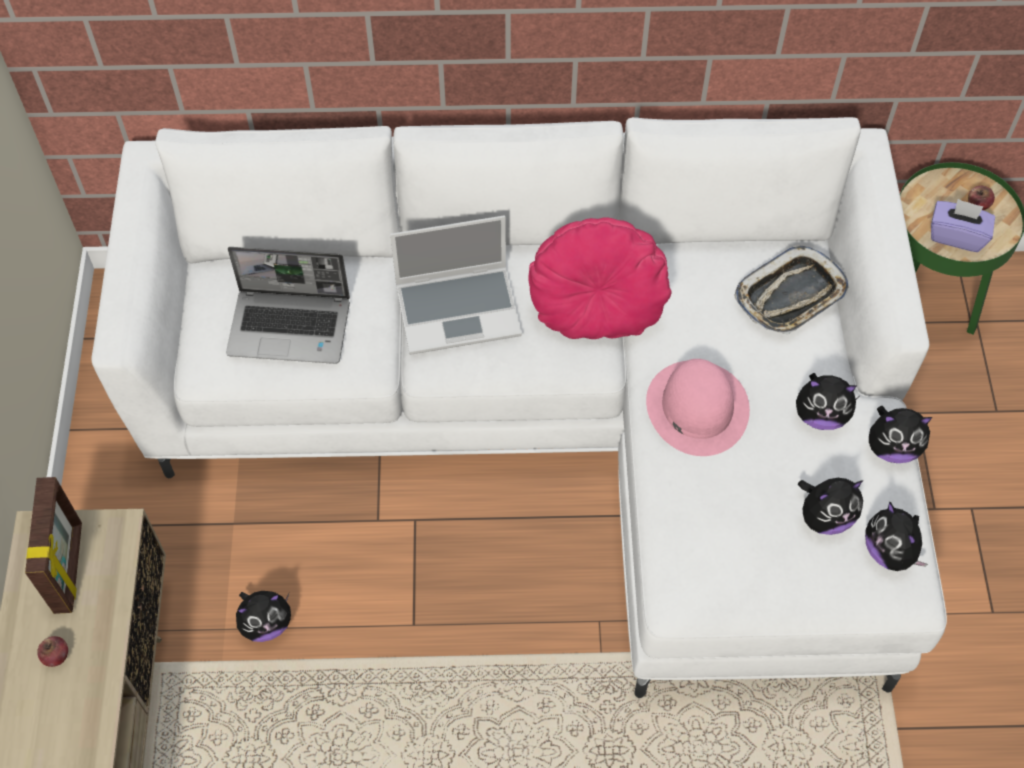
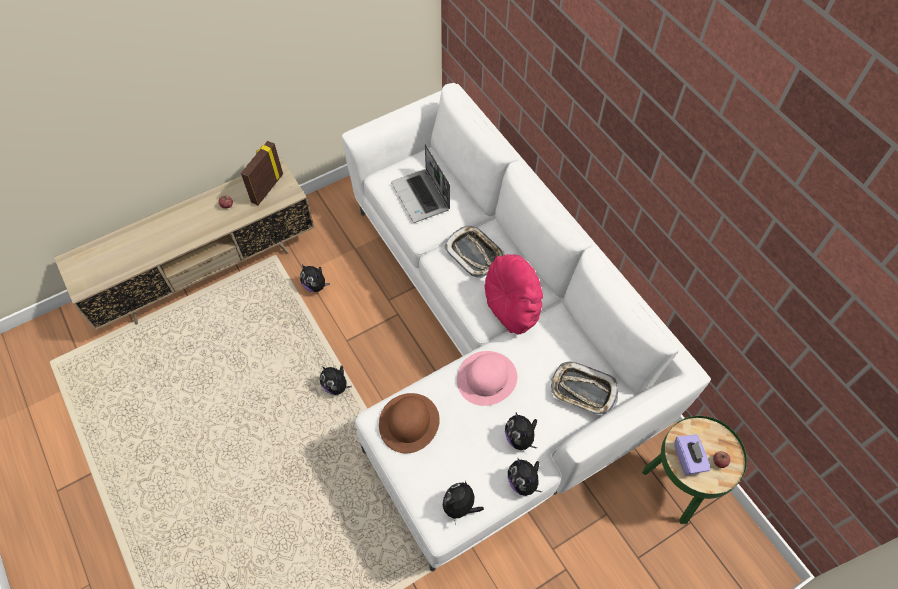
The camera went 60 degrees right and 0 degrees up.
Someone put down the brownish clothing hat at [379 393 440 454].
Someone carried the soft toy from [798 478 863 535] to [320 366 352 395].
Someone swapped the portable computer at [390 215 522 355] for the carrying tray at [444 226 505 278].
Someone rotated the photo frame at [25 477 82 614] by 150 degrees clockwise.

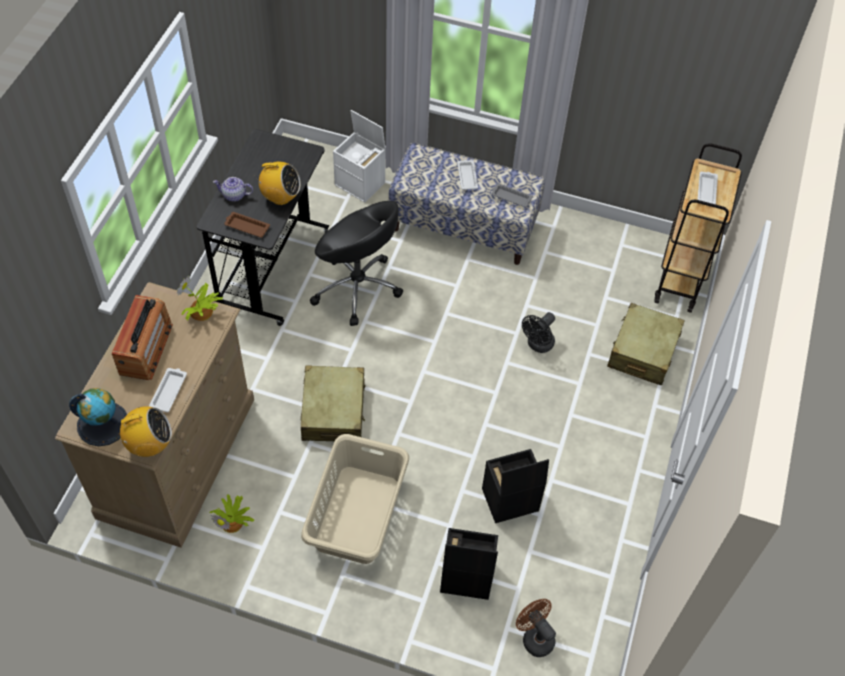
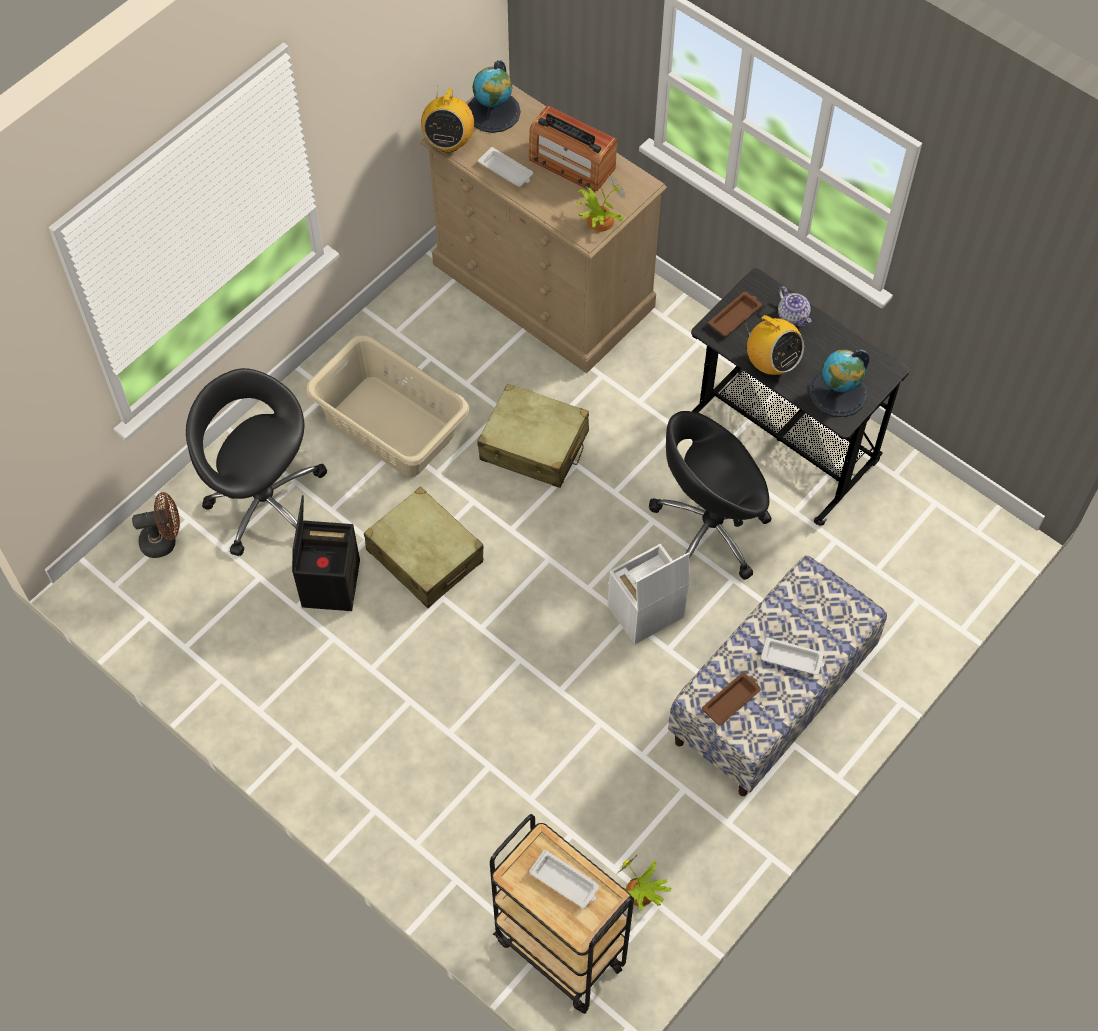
The camera went 115 degrees right and 5 degrees up.
Someone took away the black electric fan at [522 312 555 353].
Someone put down the globe at [809 349 870 417].
Someone carried the potted plant from [209 495 254 533] to [618 853 672 911].
Someone carried the white-coloured storage box from [333 110 385 203] to [608 544 689 645].
Someone carried the sand-coloured suitcase from [607 303 685 386] to [364 487 484 608].
Someone swapped the black storage box at [440 528 498 600] for the black office chair at [186 368 327 556].
Someone repainted the gray carrying tray at [491 183 533 207], which became the brownish carrying tray at [702 672 761 726].
Someone rotated the pot for tea at [213 177 253 202] by 120 degrees clockwise.
Someone rotated the radio set at [254 162 301 205] by 75 degrees counterclockwise.

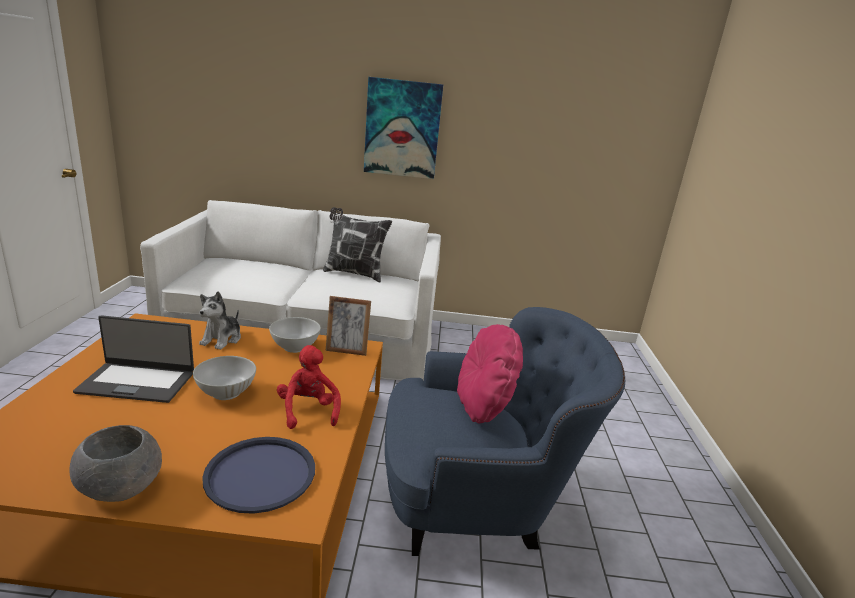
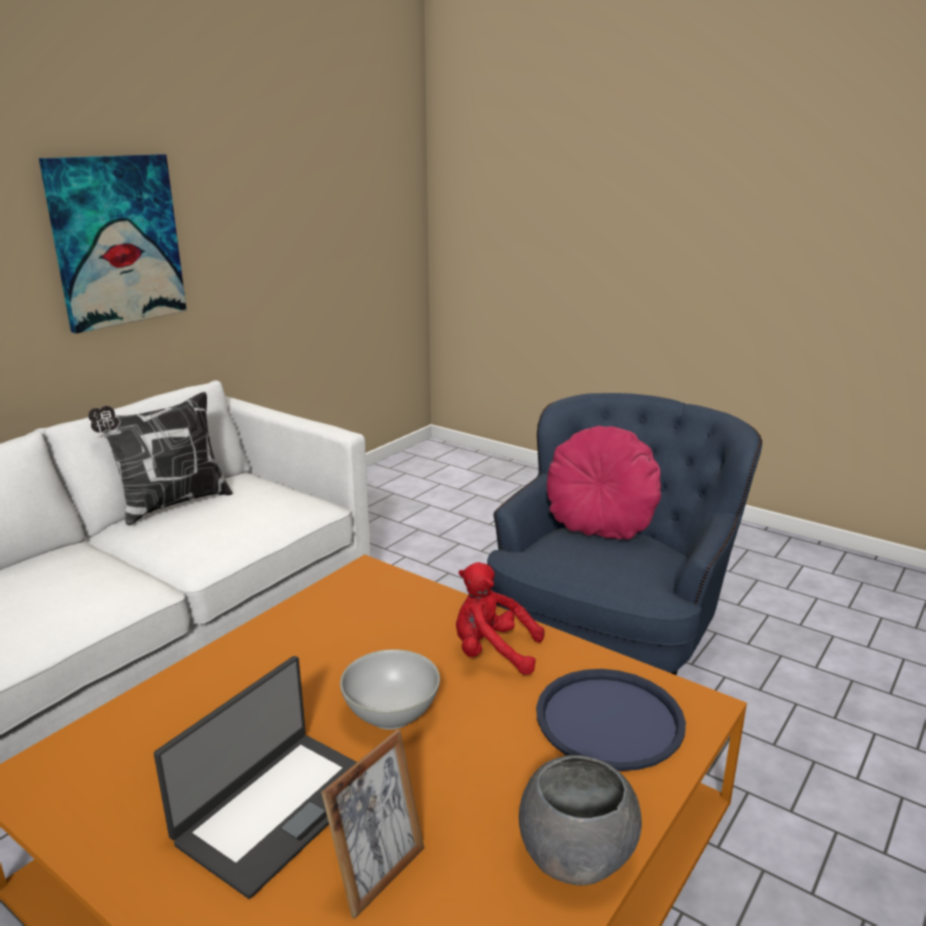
The camera went 55 degrees left and 0 degrees up.
Someone took away the soft toy at [199 291 241 350].
Someone took away the white-coloured deep dish at [269 317 321 353].
Someone carried the photo frame from [326 296 371 356] to [321 729 424 919].

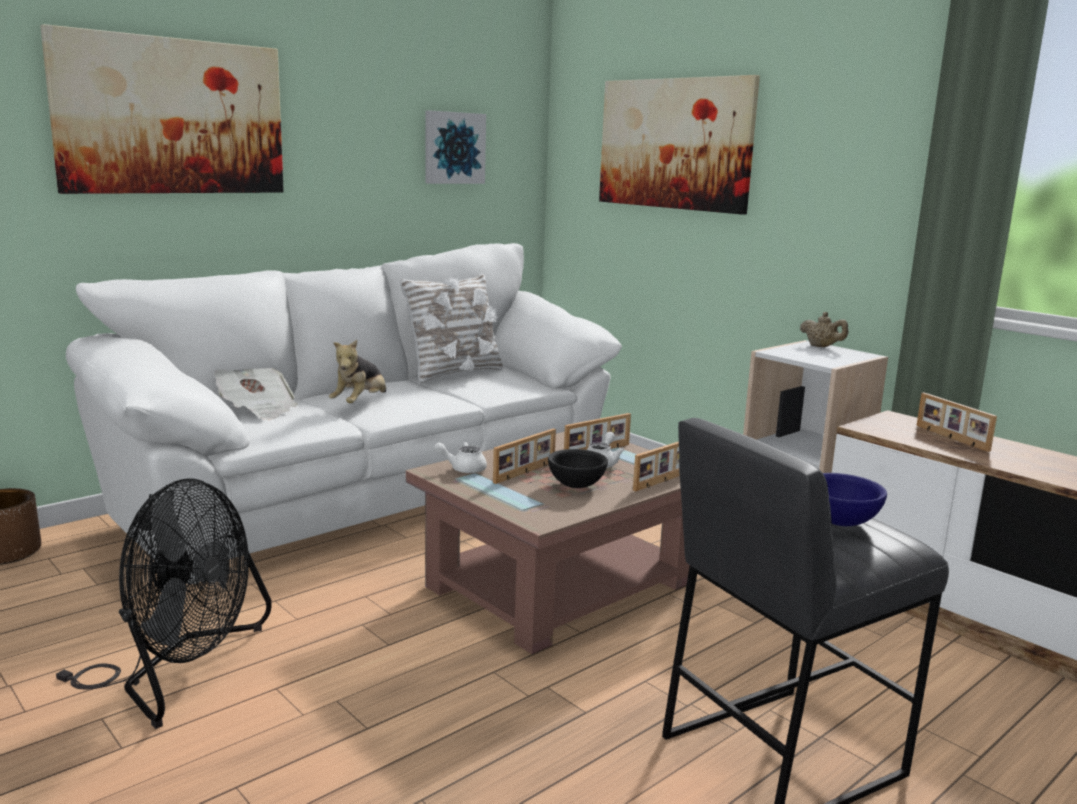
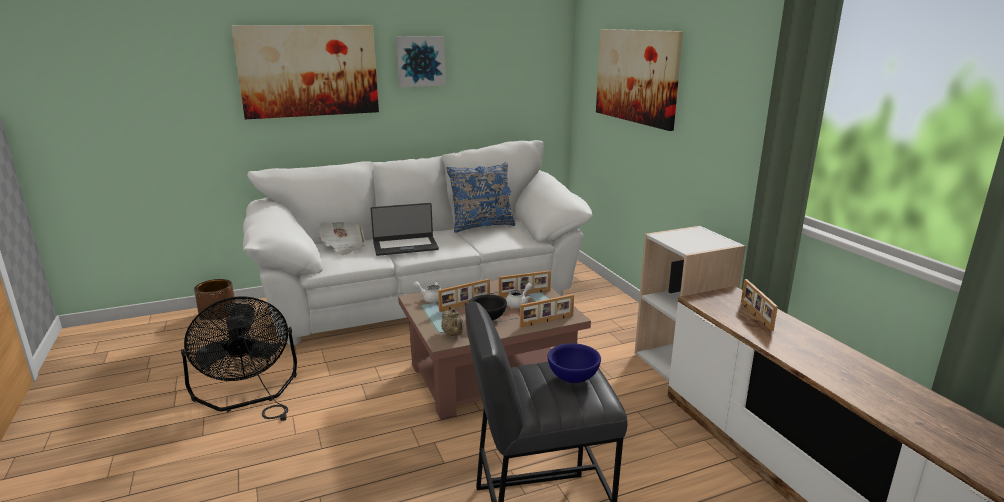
The camera went 20 degrees right and 5 degrees up.
Someone carried the wall picture from [426 111 486 184] to [396 36 446 87].
Someone carried the sand-coloured pot for tea from [800 312 849 347] to [441 308 464 336].
Someone swapped the soft toy at [329 340 386 403] for the portable computer at [371 203 439 256].
Someone repainted the white-coloured throw pillow at [400 274 503 383], which became the bluish throw pillow at [447 162 515 233].
Someone rotated the black electric fan at [56 479 272 729] by 150 degrees counterclockwise.

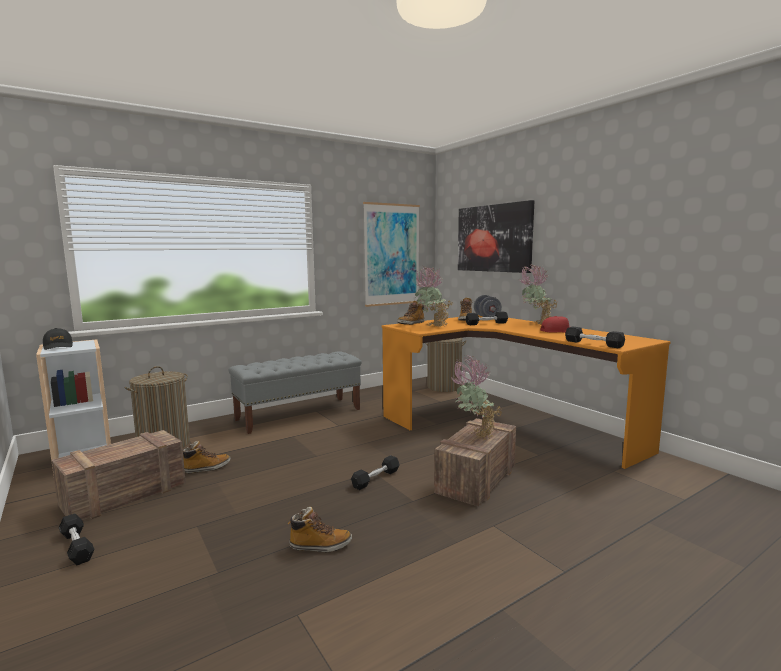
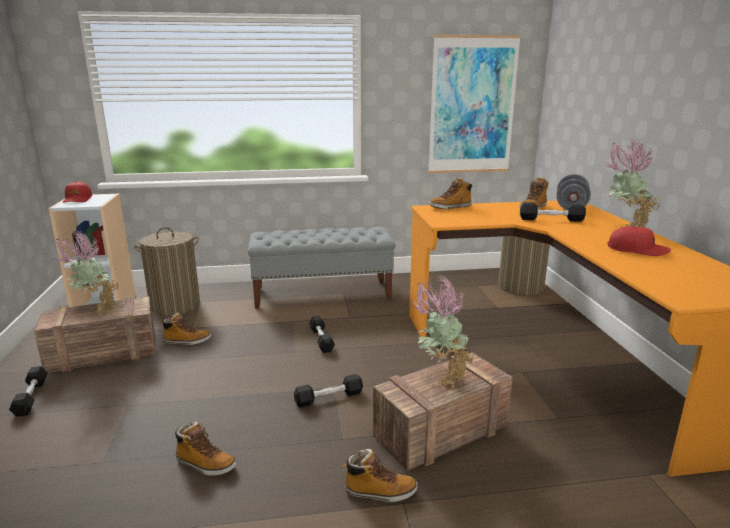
The camera went 25 degrees right and 10 degrees up.
Someone took away the wall picture at [458 200 534 273].
Someone put down the high-top boot at [343 449 418 502].
Someone carried the potted plant from [415 265 453 327] to [54 230 118 316].
Someone carried the black free weight from [565 327 625 348] to [309 316 335 353].
Someone repainted the black baseball cap at [43 328 73 350], which became the red baseball cap at [62 181 92 203].

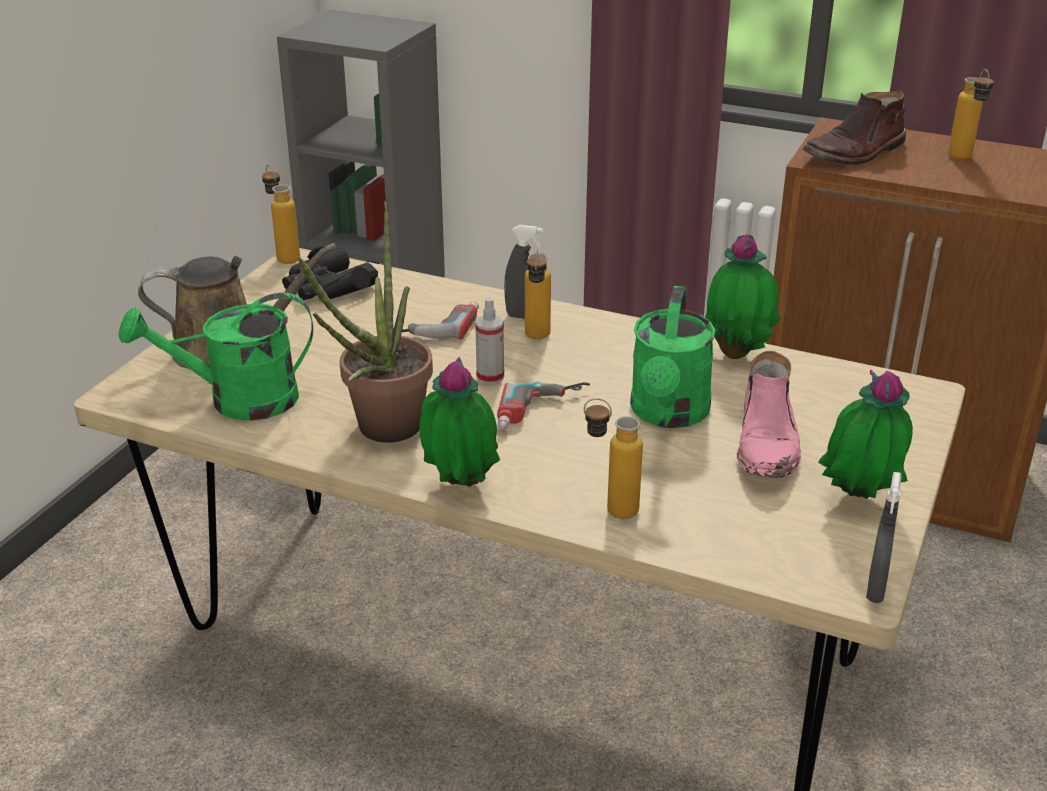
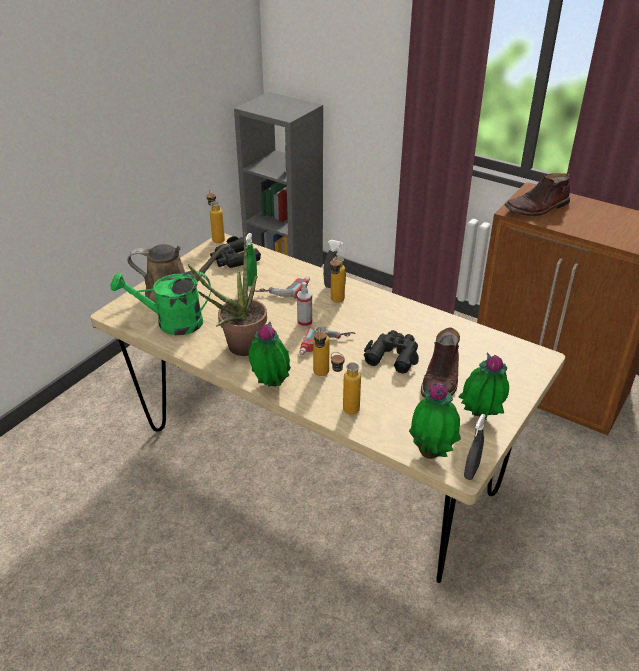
The camera went 10 degrees right and 5 degrees up.
Someone put down the green hand sprayer at [246 233 257 286].
Someone carried the potted plant from [705 234 780 359] to [409 383 461 459].
Someone carried the bottle from [948 69 994 159] to [313 326 330 376].
Someone swapped the green sprinkling can at [630 286 715 428] for the black field glasses at [364 330 419 374].
Someone repainted the pink high-top boot at [737 350 801 478], which became the brownish high-top boot at [421 328 460 398].

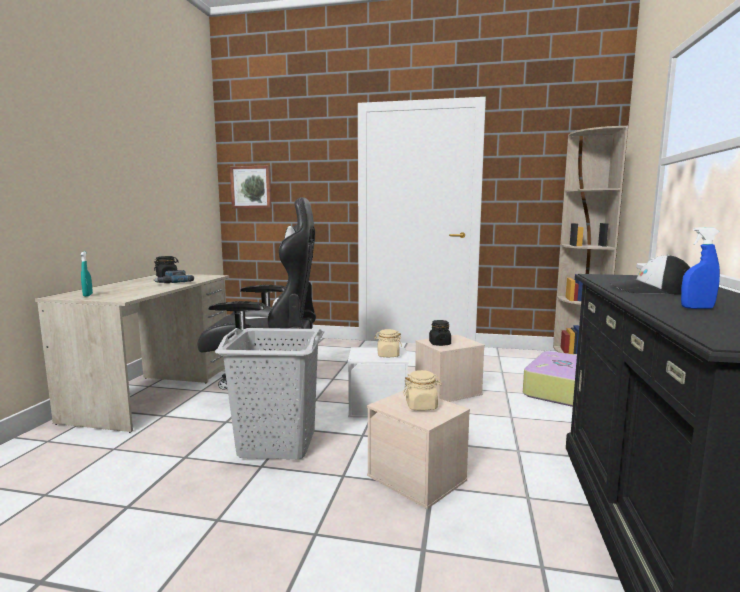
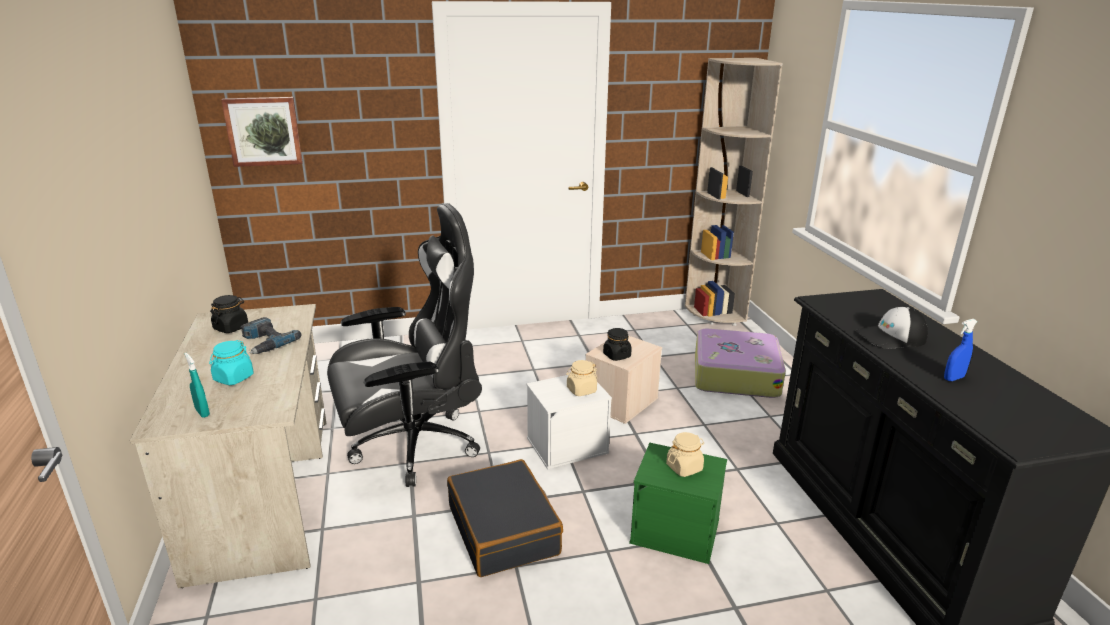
The camera went 25 degrees left and 15 degrees up.
Someone put down the turquoise-coloured storage jar at [209 340 254 385].
Someone swapped the gray hamper at [215 328 324 459] for the black suitcase at [447 459 563 577].
Someone repainted the sand-coloured storage box at [367 390 470 509], which became the green storage box at [629 443 727 564].

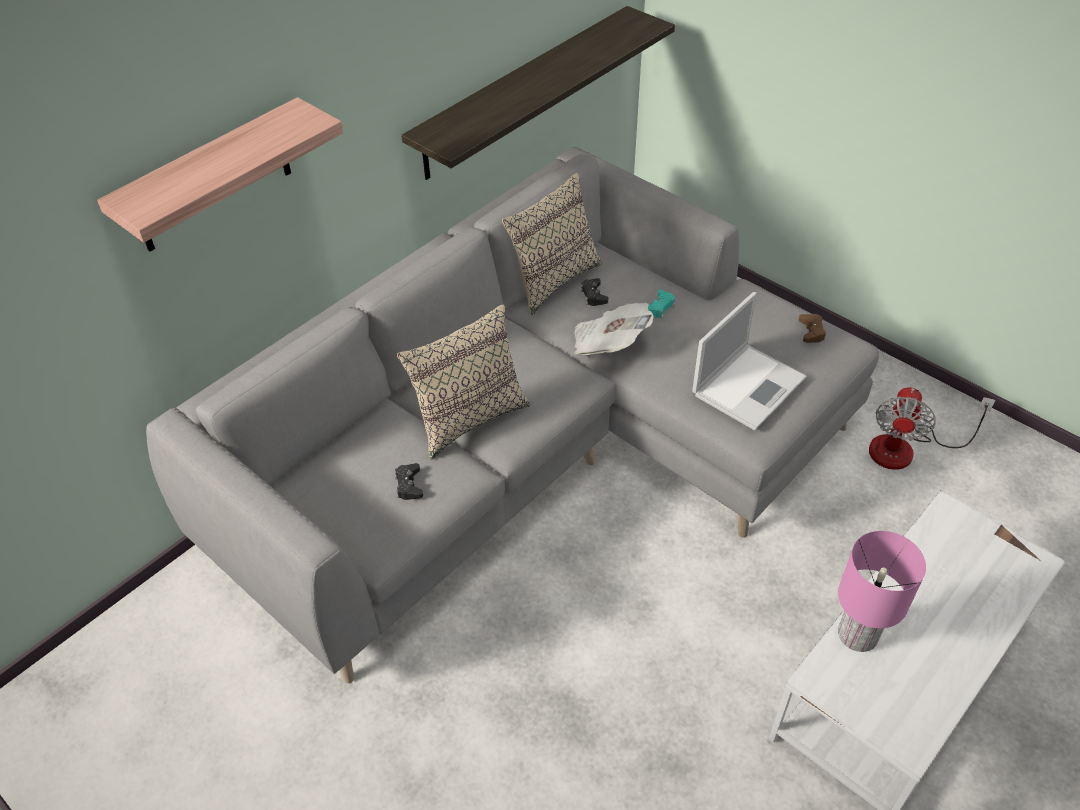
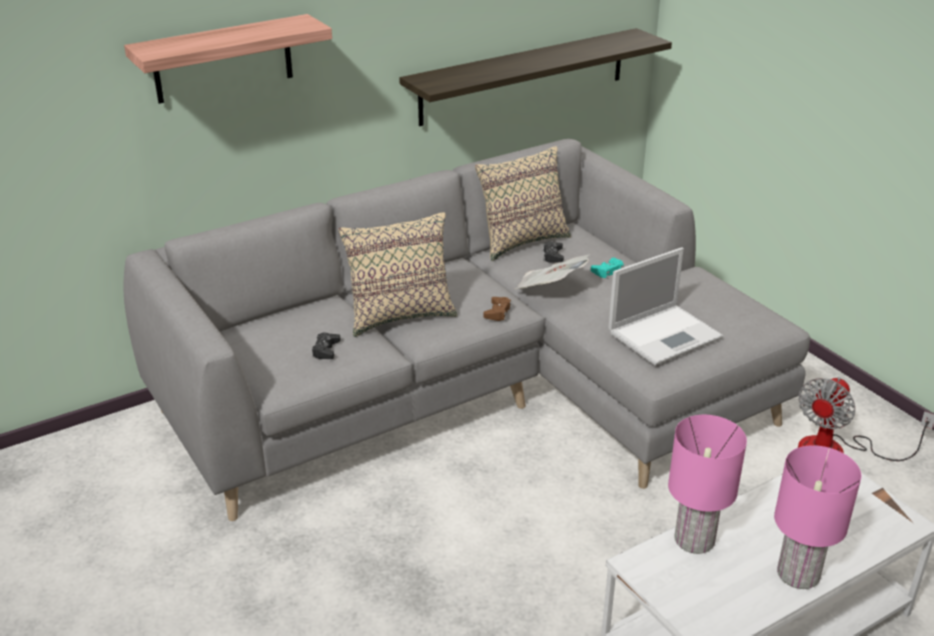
The camera went 15 degrees right and 15 degrees down.
Someone put down the pink table lamp at [774 445 861 589].
Someone carried the brownish gamepad from [799 314 826 343] to [484 297 512 321].

